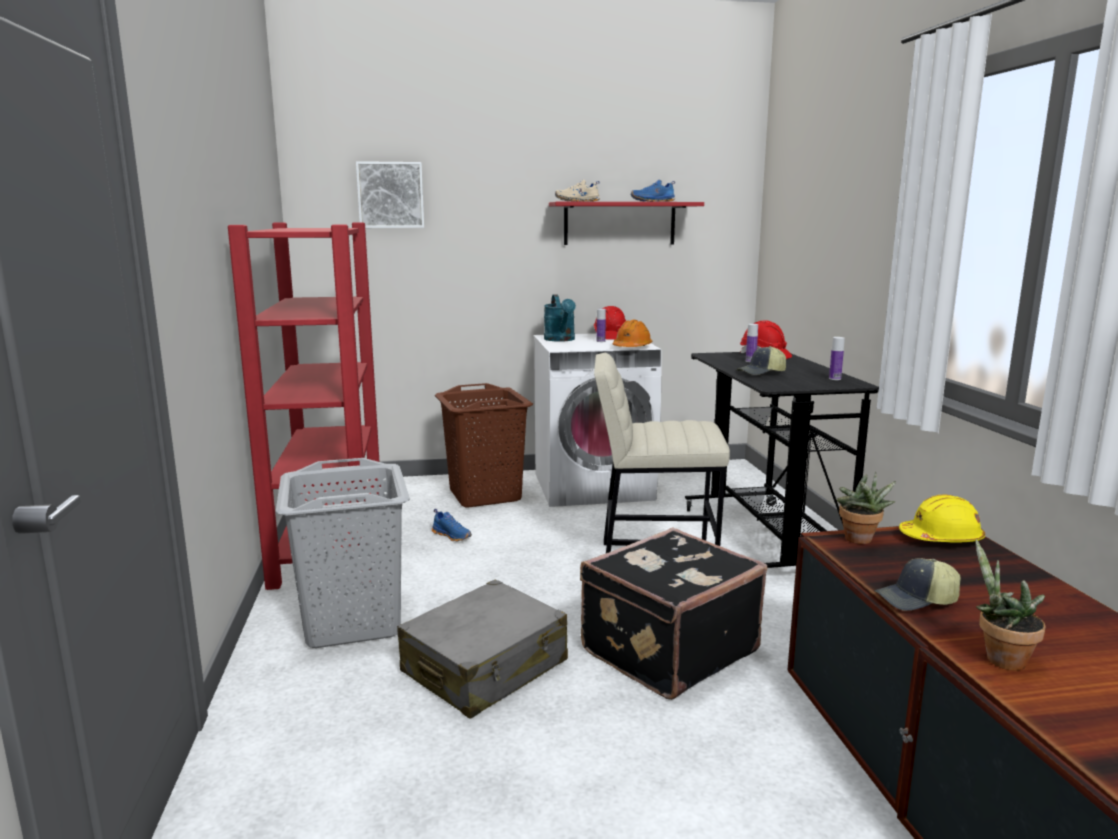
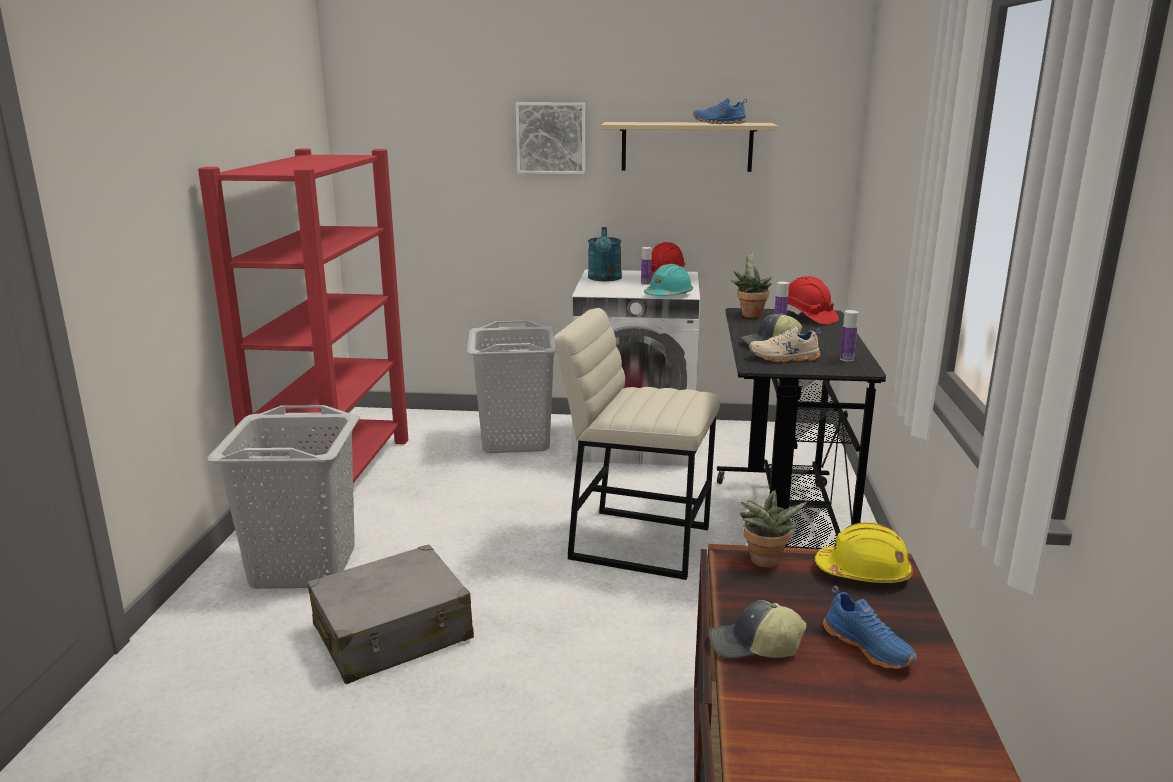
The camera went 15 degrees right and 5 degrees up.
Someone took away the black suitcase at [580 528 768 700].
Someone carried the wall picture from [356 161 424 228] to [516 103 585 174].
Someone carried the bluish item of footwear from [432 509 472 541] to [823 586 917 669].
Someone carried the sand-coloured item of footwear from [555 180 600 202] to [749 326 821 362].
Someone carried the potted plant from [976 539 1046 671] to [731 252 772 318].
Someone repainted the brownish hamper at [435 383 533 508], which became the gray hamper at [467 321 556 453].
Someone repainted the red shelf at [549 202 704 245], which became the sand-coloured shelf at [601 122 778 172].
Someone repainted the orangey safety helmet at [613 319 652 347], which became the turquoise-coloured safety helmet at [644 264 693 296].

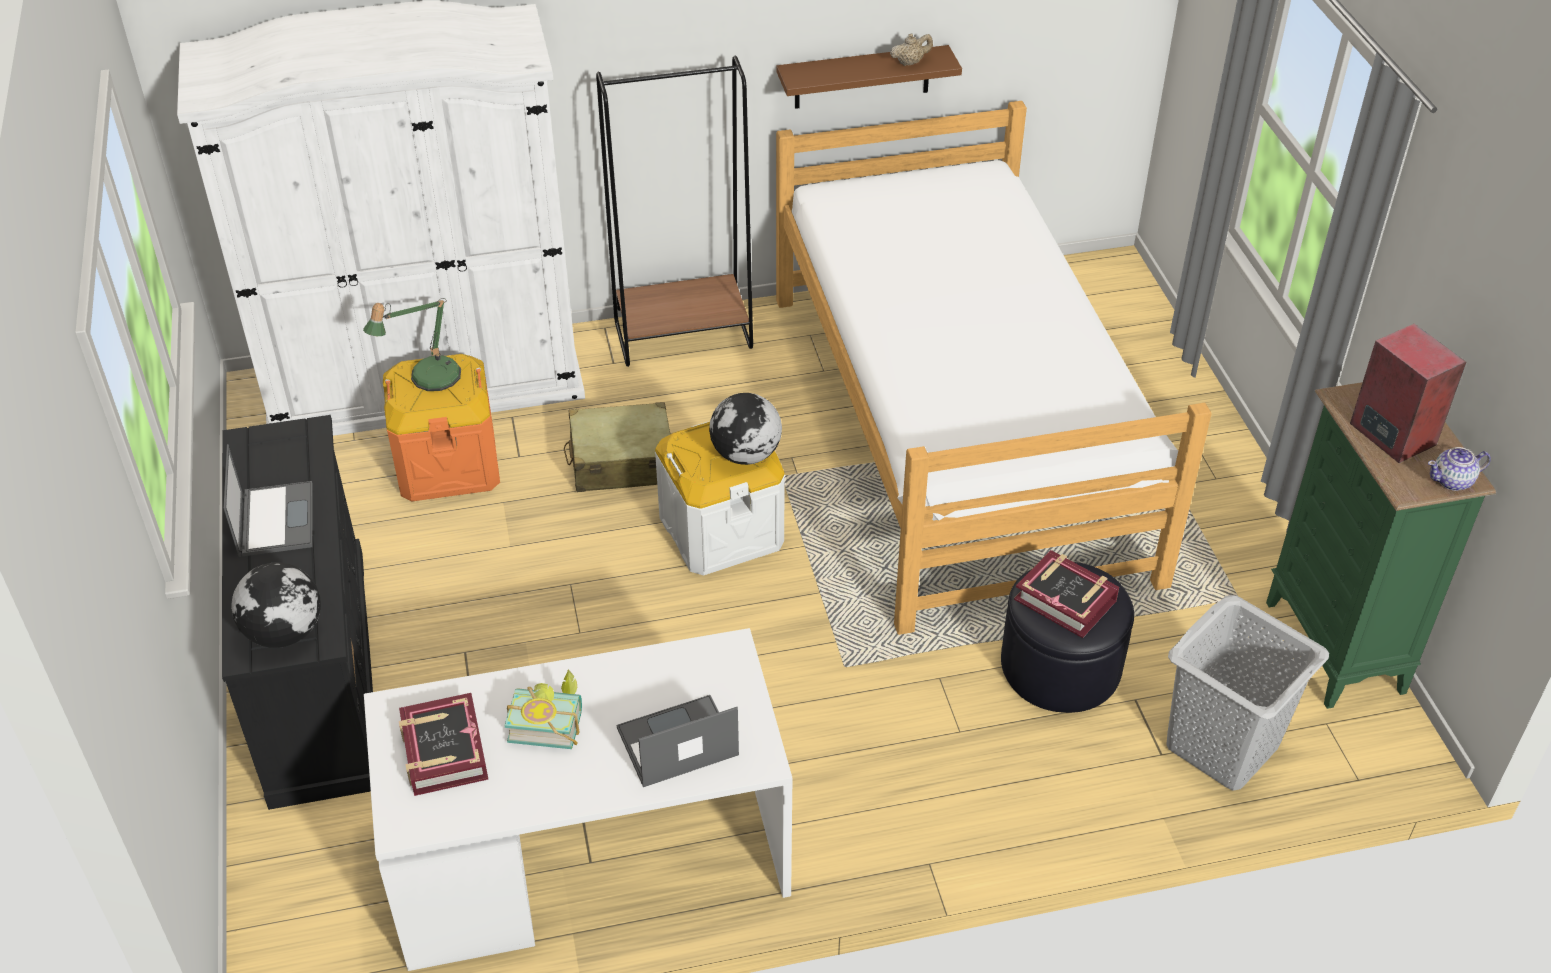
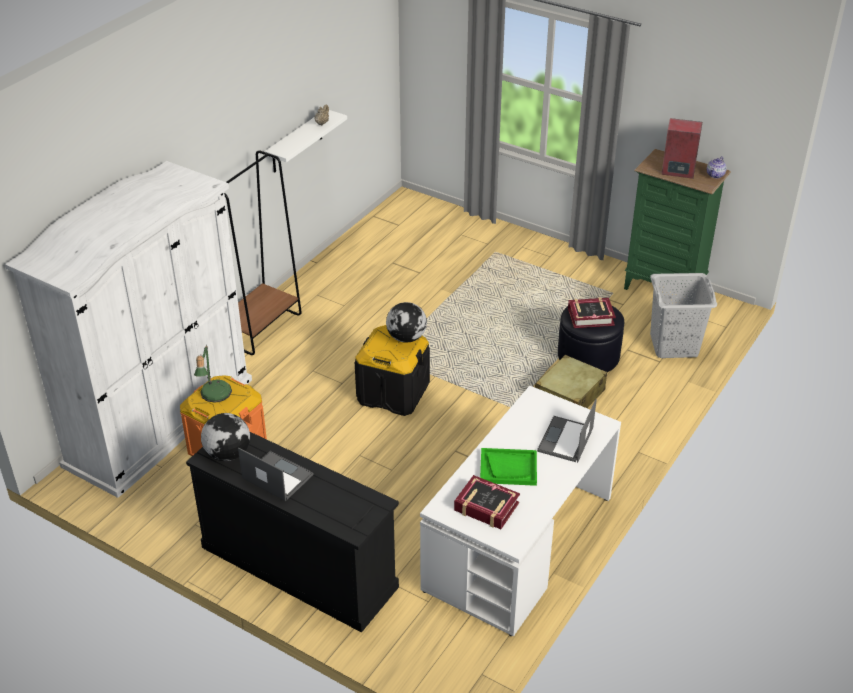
The camera went 45 degrees left and 5 degrees down.
Someone took away the bed at [776 101 1212 635].
Someone carried the globe from [231 562 321 648] to [201 413 250 461].
Someone carried the sand-coloured suitcase from [564 402 670 492] to [535 355 607 408].
Someone swapped the book at [504 669 582 749] for the green carrying tray at [480 448 537 486].
Someone repainted the white-coloured storage box at [655 422 785 575], which became the black storage box at [355 325 430 416].
Someone repainted the brownish shelf at [777 45 962 109], which became the white-coloured shelf at [265 110 347 173].

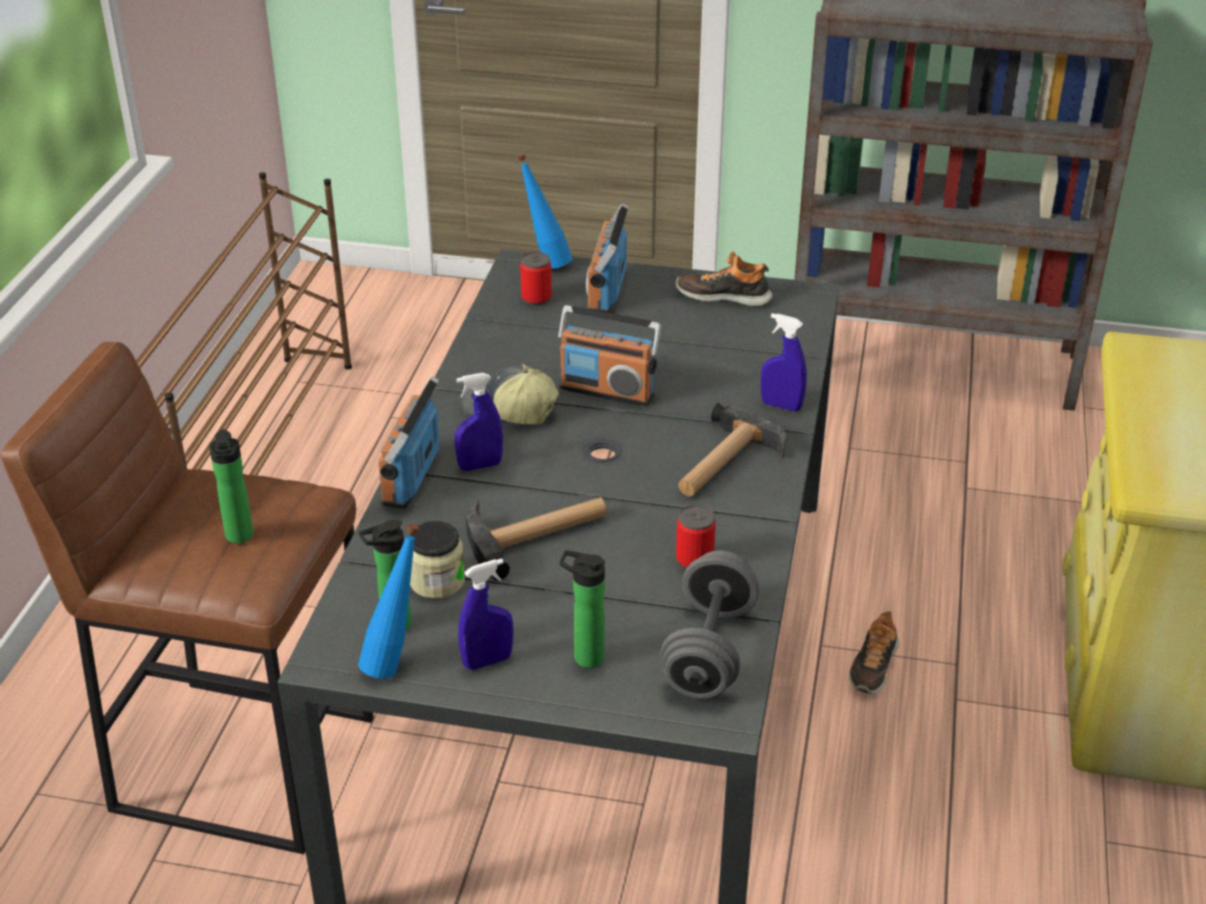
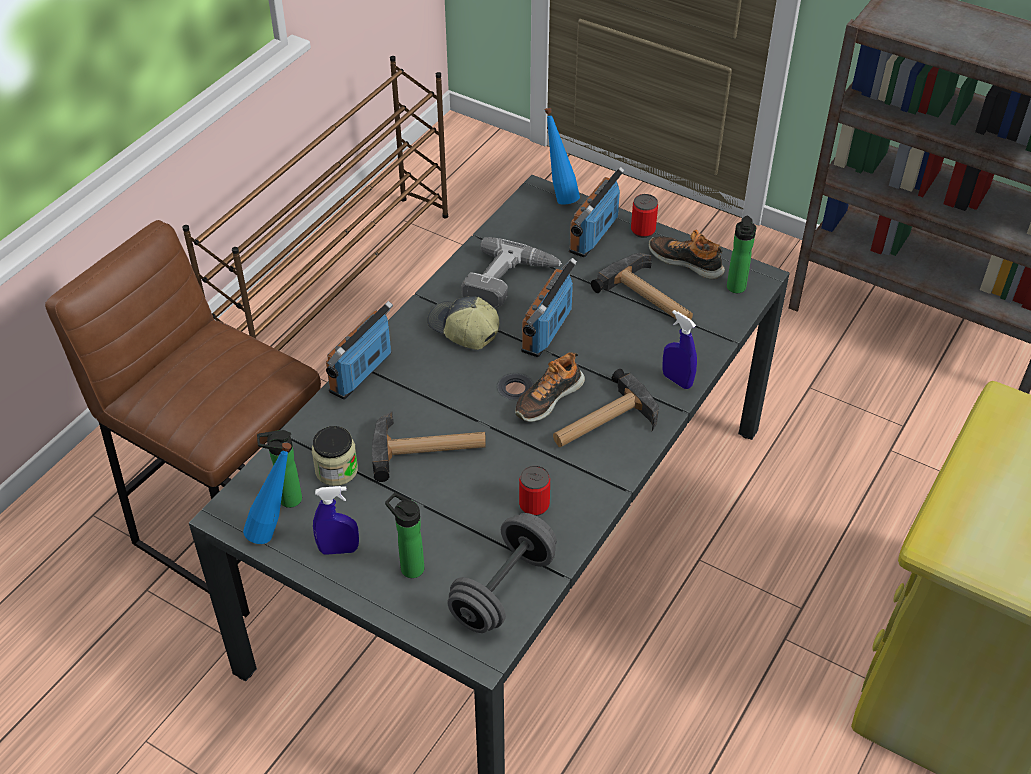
The camera went 20 degrees right and 10 degrees up.
Someone took away the bluish hand sprayer at [455 373 503 471].
Someone put down the electric drill at [461 237 562 308].
Someone put down the hammer at [591 253 693 320].
Someone carried the bottle from [209 429 254 543] to [727 216 756 293].
Someone carried the sealed can from [520 252 552 306] to [631 194 658 238].
Someone carried the item of footwear from [849 611 899 694] to [515 352 585 422].
Someone rotated the radio set at [558 305 661 407] by 75 degrees clockwise.

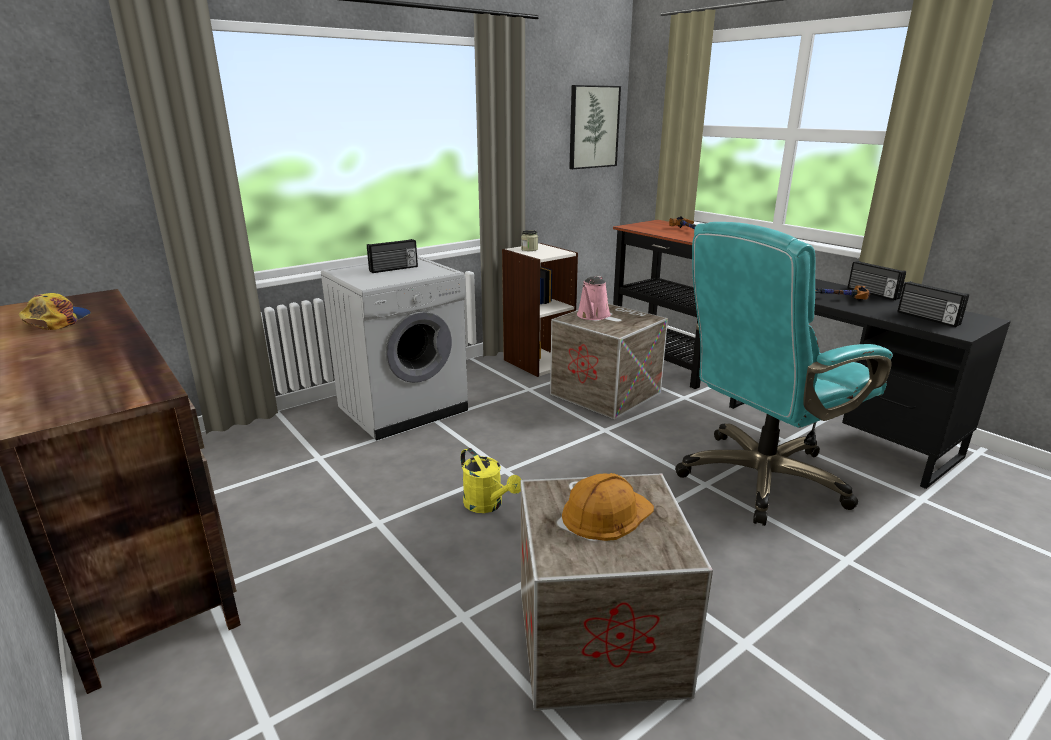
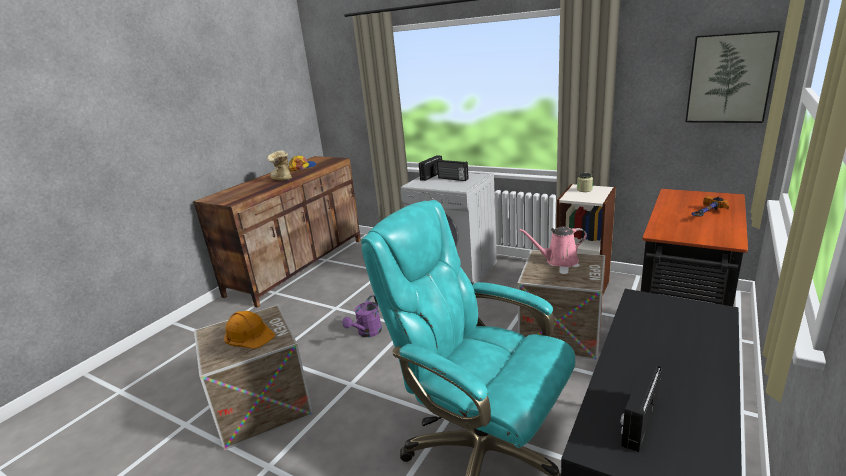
The camera went 70 degrees right and 0 degrees up.
Someone took away the hammer at [815 285 870 301].
Someone put down the high-top boot at [267 150 292 180].
Someone carried the radio set from [848 261 906 300] to [419 155 442 181].
Someone repainted the yellow-coloured sprinkling can at [461 448 521 513], which became the purple sprinkling can at [342 295 382 337].

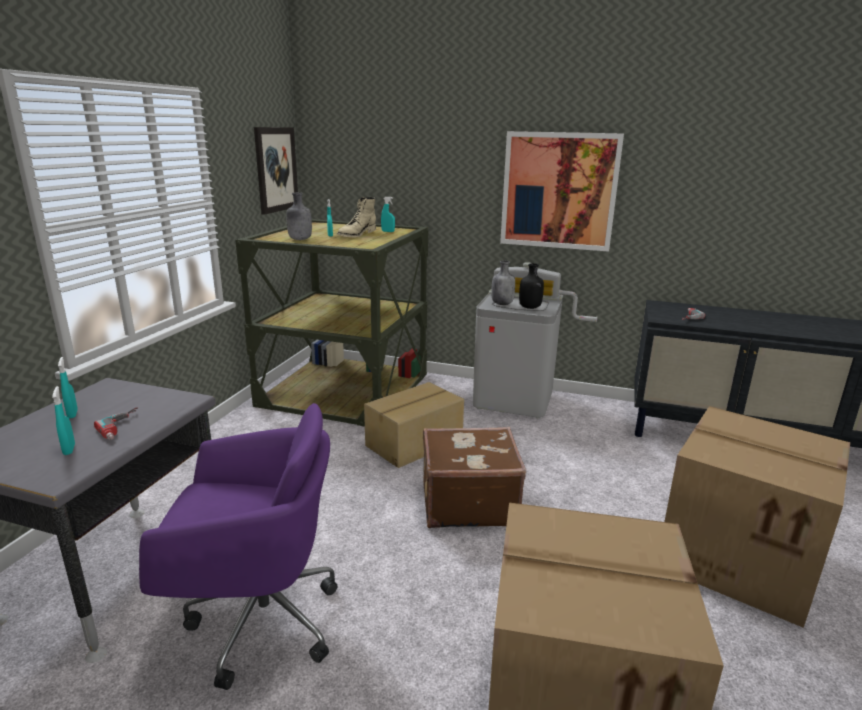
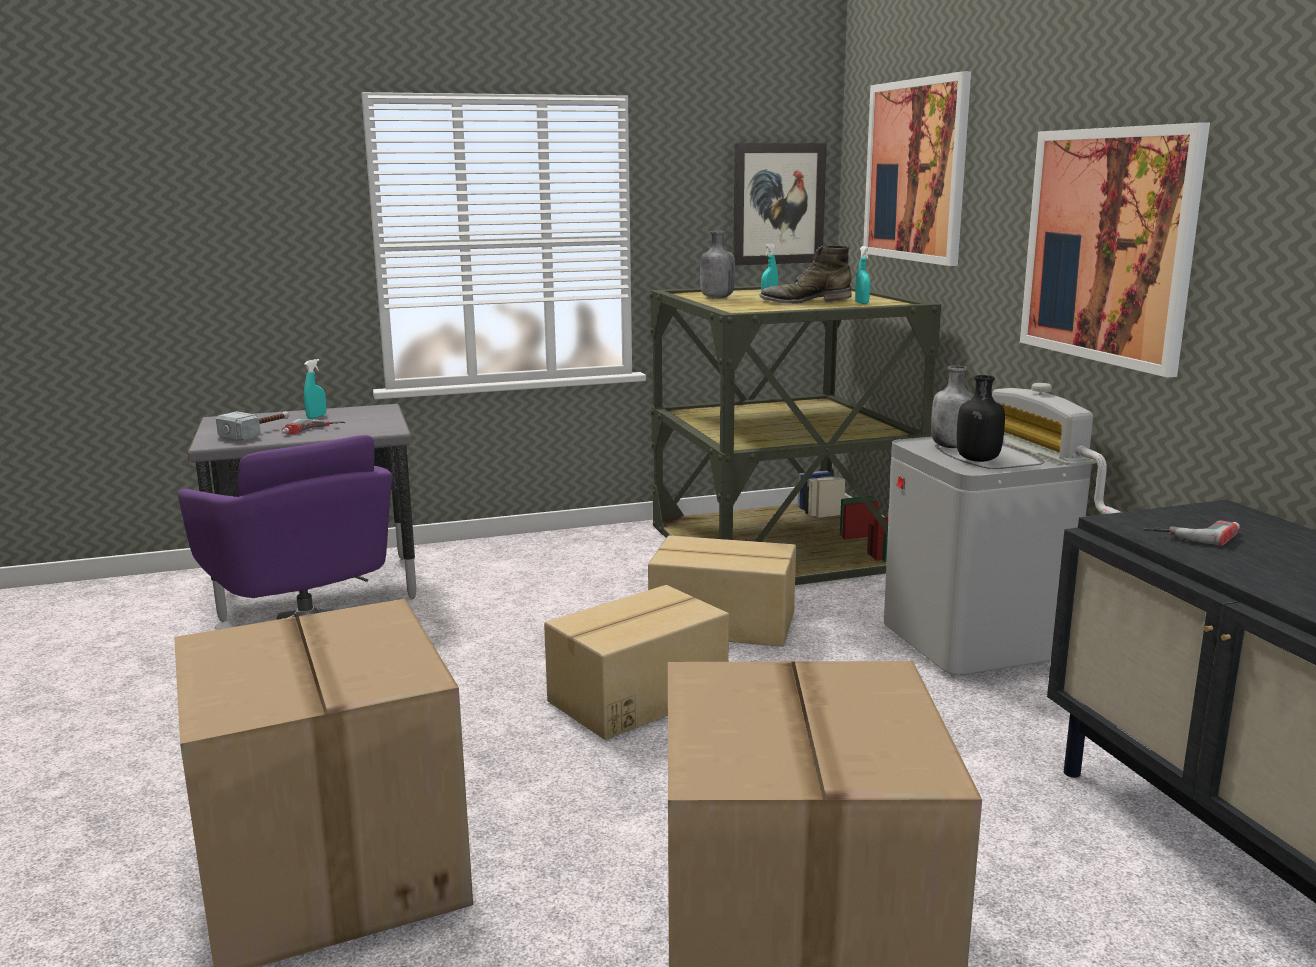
The camera went 55 degrees right and 5 degrees down.
Someone put up the wall picture at [863 71 971 266].
Someone swapped the turquoise-coloured hand sprayer at [52 386 75 455] for the hammer at [216 411 289 441].
Someone swapped the brownish suitcase at [423 427 526 528] for the carton at [544 585 729 740].
Someone repainted the sand-coloured high-top boot at [337 197 376 238], which became the green high-top boot at [759 245 852 304].

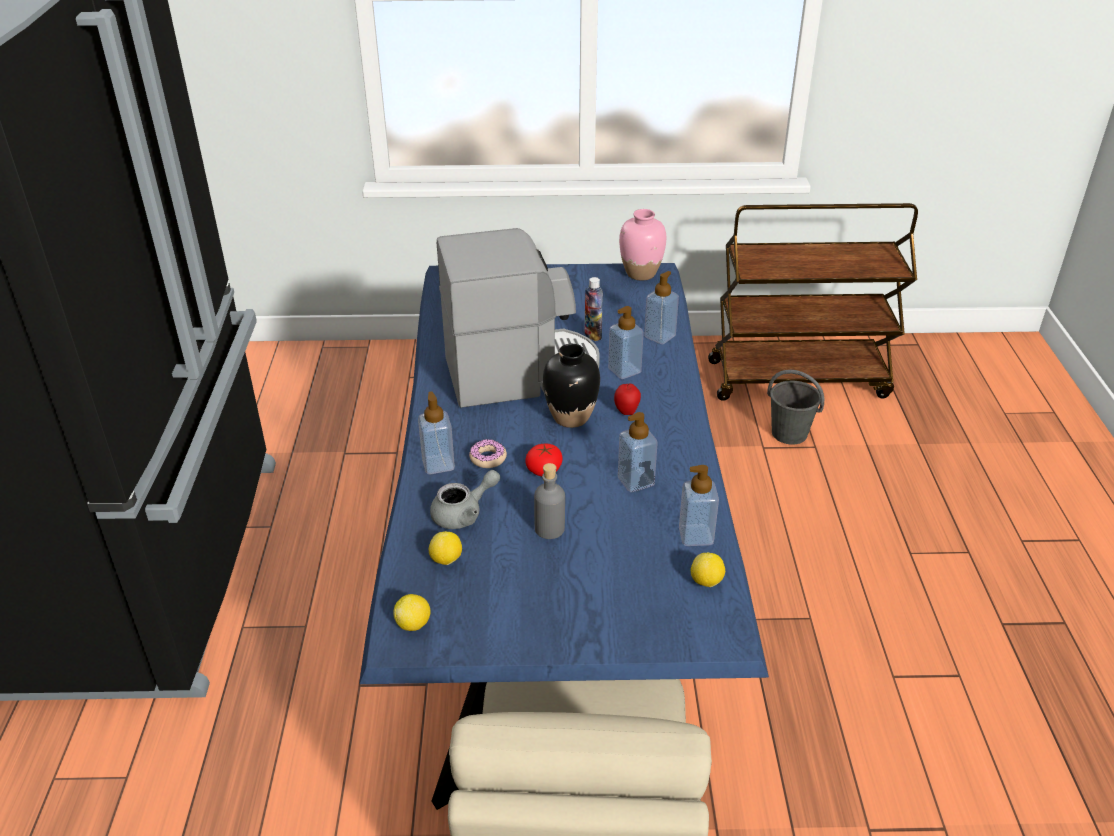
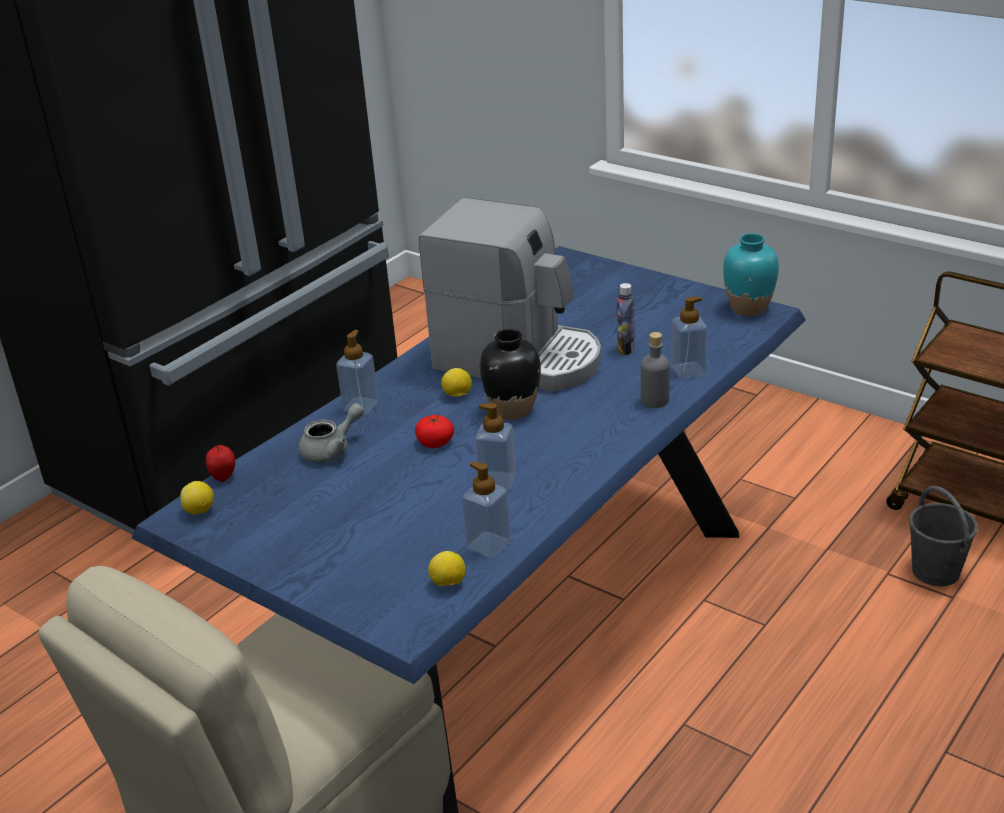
The camera went 40 degrees right and 5 degrees down.
Someone took away the doughnut at [469 439 507 468].
Someone took away the soap bottle at [608 306 644 379].
Someone carried the citrus fruit from [429 531 462 565] to [441 368 471 396].
Someone carried the gray bottle from [534 463 565 539] to [641 332 670 408].
Someone carried the apple from [614 384 641 415] to [206 445 235 482].
Someone repainted the pink flower vase at [619 209 666 281], which became the turquoise-coloured flower vase at [723 233 779 316].
Someone rotated the gray pot for tea at [430 470 500 529] by 45 degrees counterclockwise.

